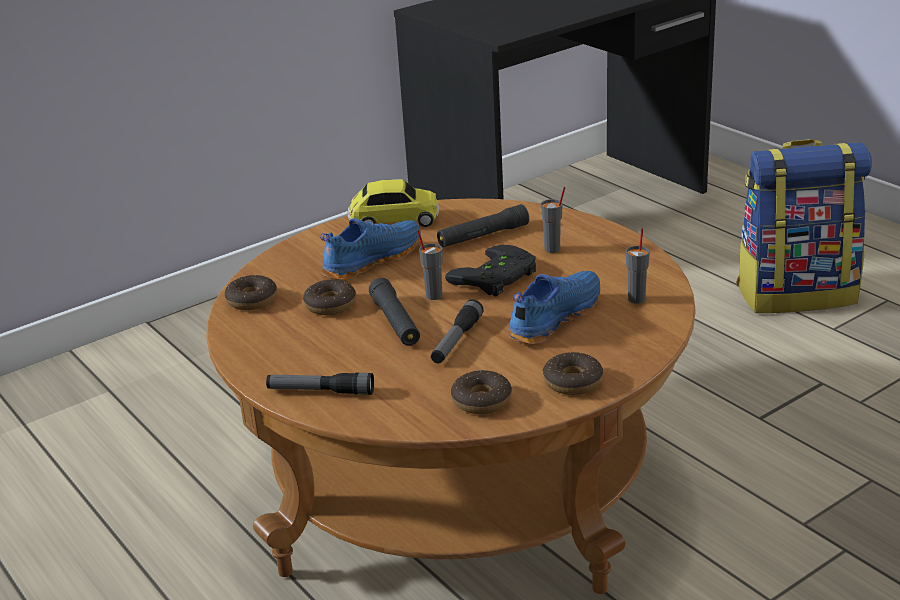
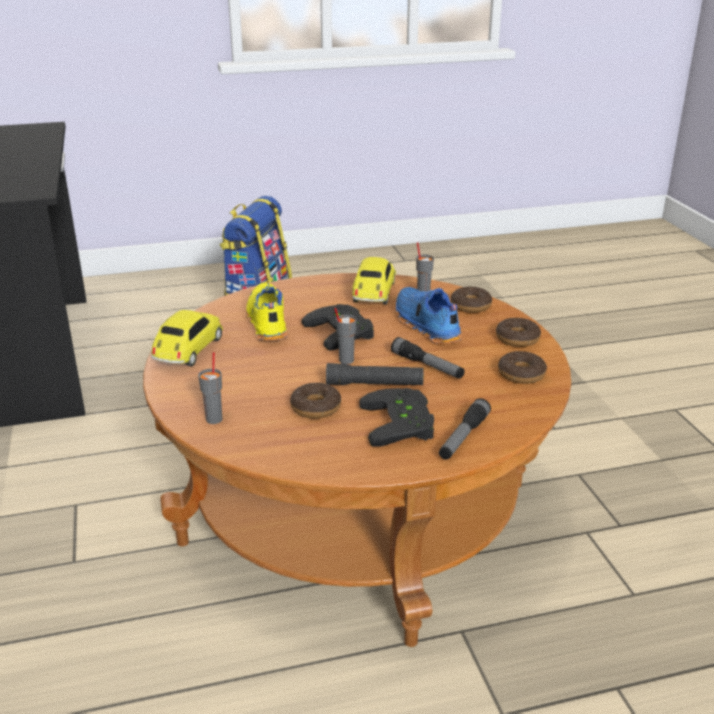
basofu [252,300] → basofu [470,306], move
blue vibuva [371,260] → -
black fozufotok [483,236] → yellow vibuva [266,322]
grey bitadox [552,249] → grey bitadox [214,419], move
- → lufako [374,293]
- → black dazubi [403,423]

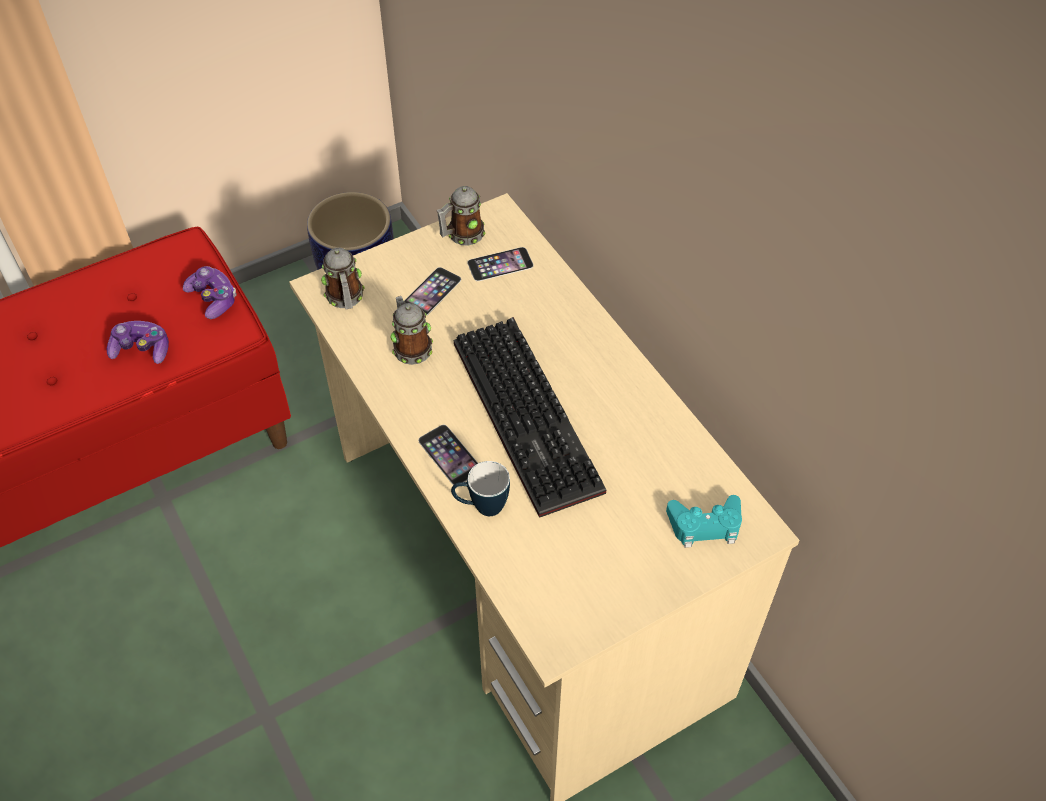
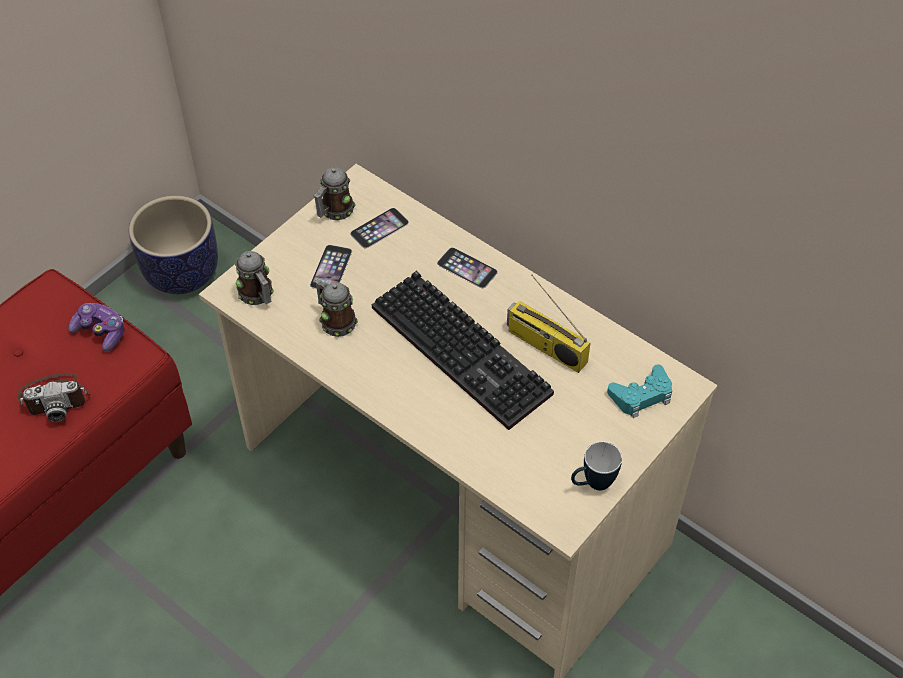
dazubi [142,349] → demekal [55,397]
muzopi [449,455] → muzopi [467,268], move
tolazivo [481,507] → tolazivo [592,484], move
- → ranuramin [545,346]

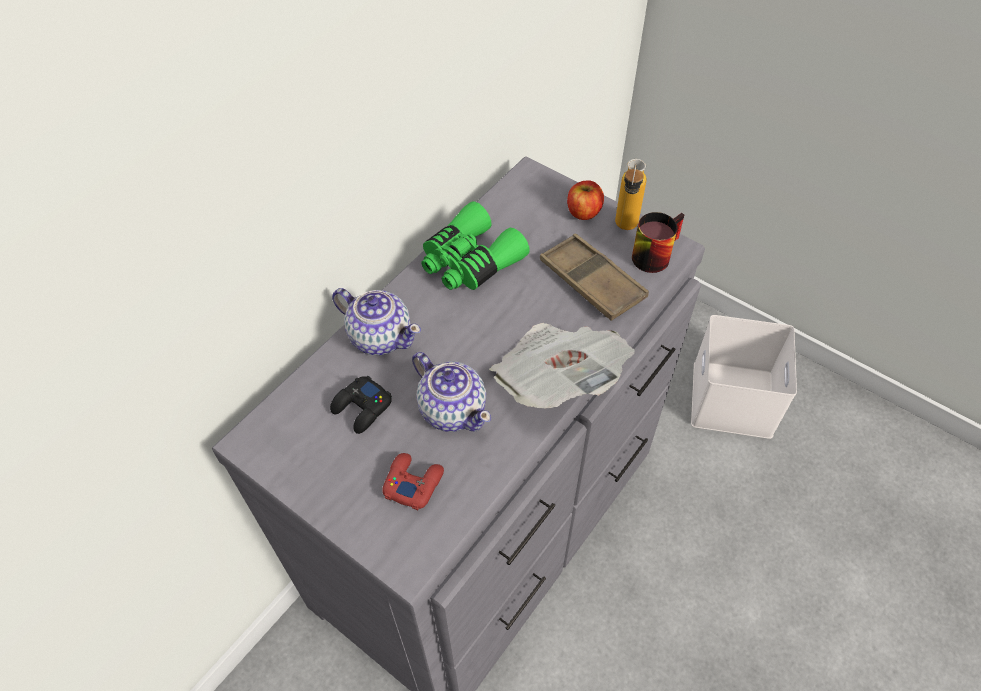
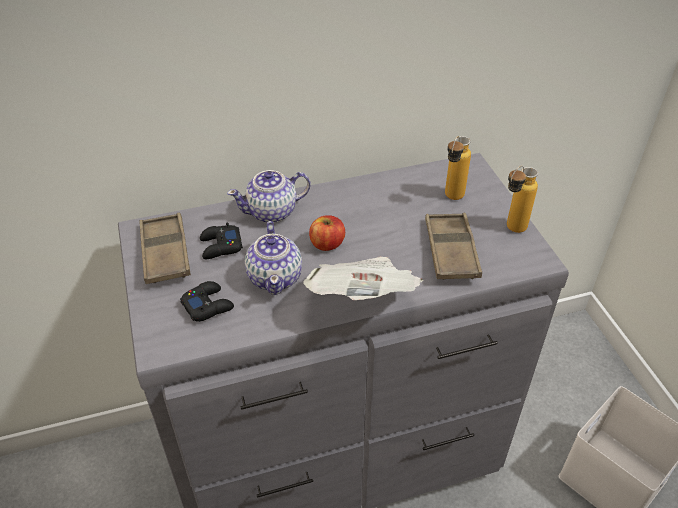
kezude [380,336] → kezude [272,212], 90 degrees clockwise
red dazubi [413,483] → black dazubi [208,305]
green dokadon [469,261] → -
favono [583,212] → favono [327,244], move
tolazivo [652,253] → -
- → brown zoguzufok [165,253]
- → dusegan [451,199]

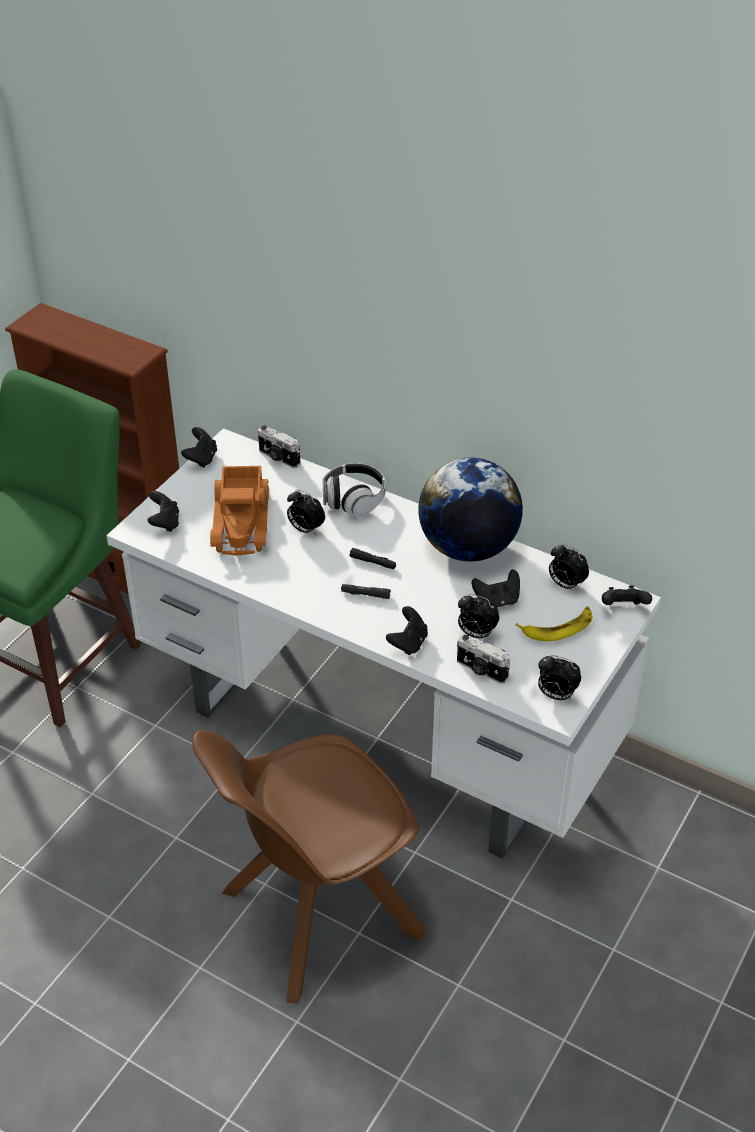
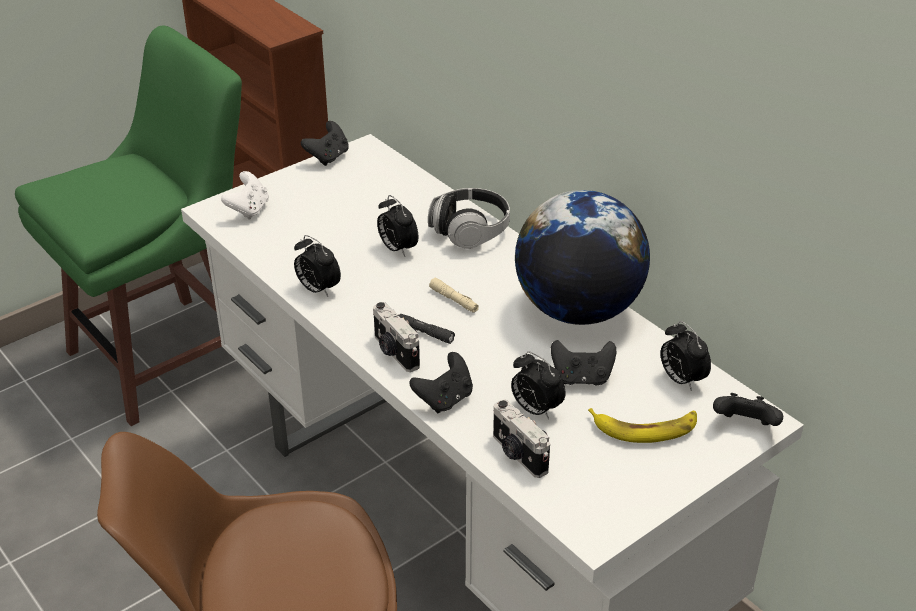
black dazubi [165,523] → white dazubi [249,210]
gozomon [243,521] → -
demekal [278,458] → demekal [394,352], move
black fozufotok [373,562] → beige fozufotok [454,300]
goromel [556,695] → goromel [317,289], move

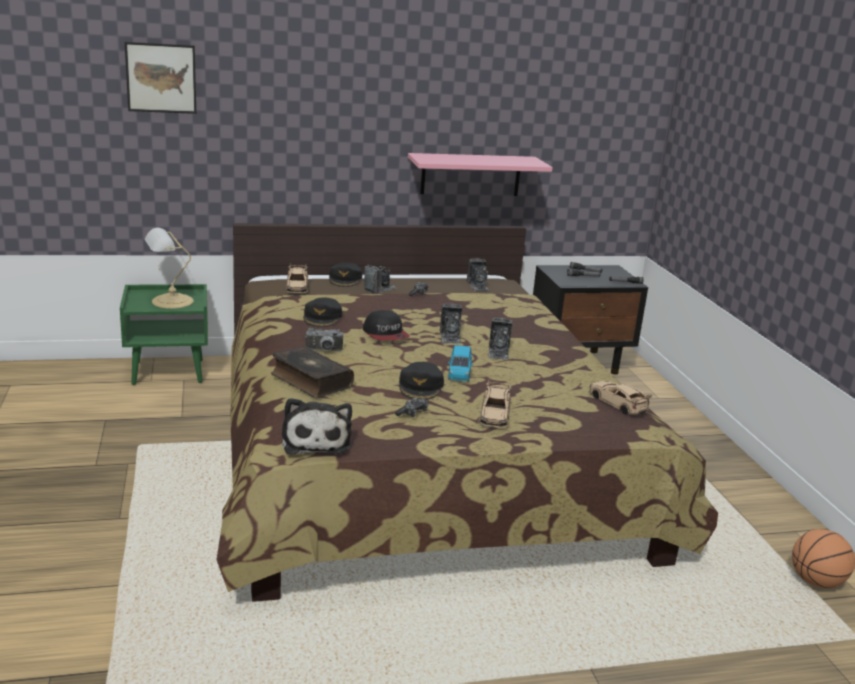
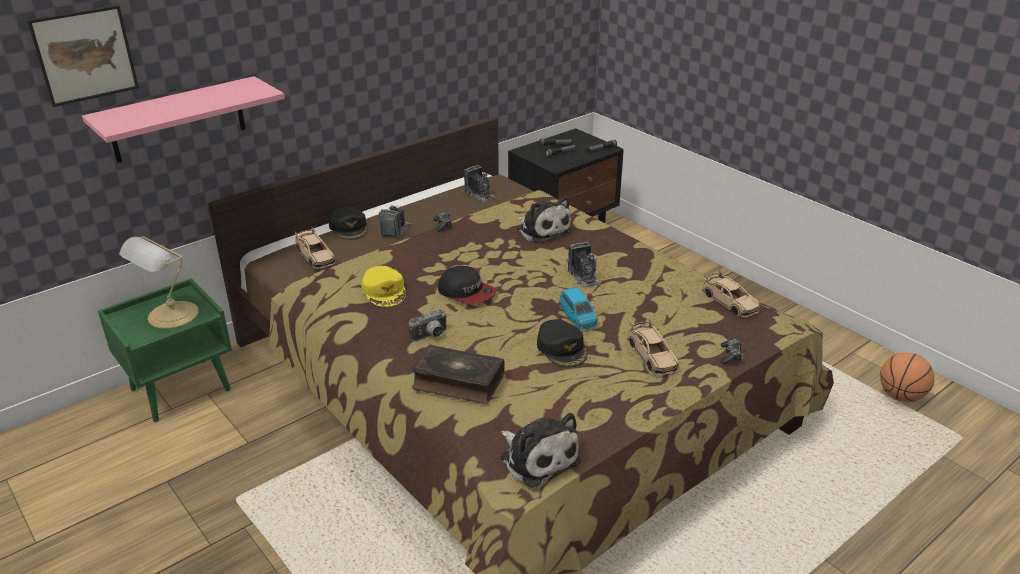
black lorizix [322,317] → yellow lorizix [384,291]
dazubi [412,413] → dazubi [731,355], move
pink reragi [471,174] → pink reragi [178,120], move
demekal [450,337] → -
beige lufako [617,403] → beige lufako [729,302], 150 degrees counterclockwise
- → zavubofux [542,230]

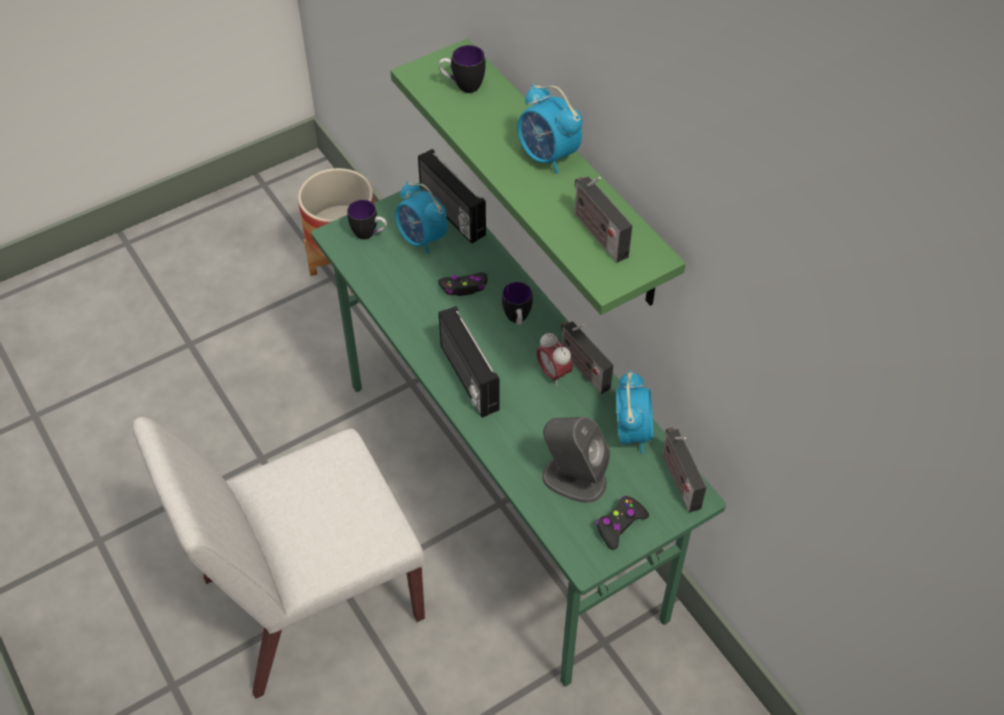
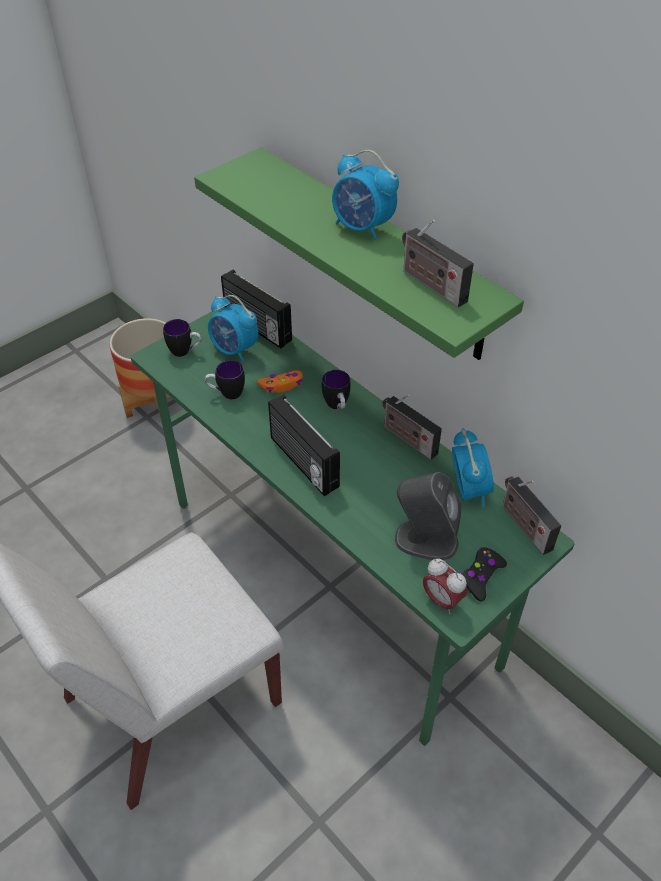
black dazubi [464,287] → orange dazubi [282,385]
tolazivo [462,86] → tolazivo [226,394], move
goromel [553,373] → goromel [442,600], move

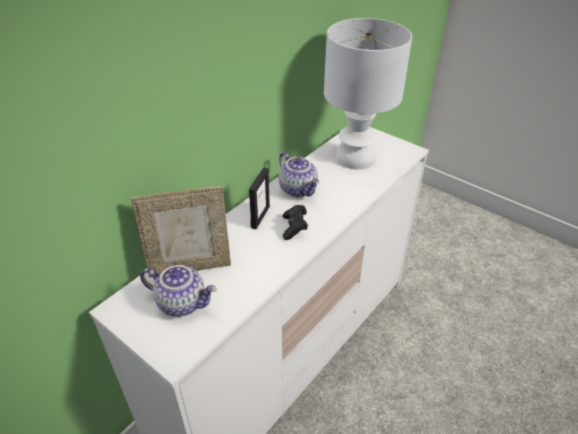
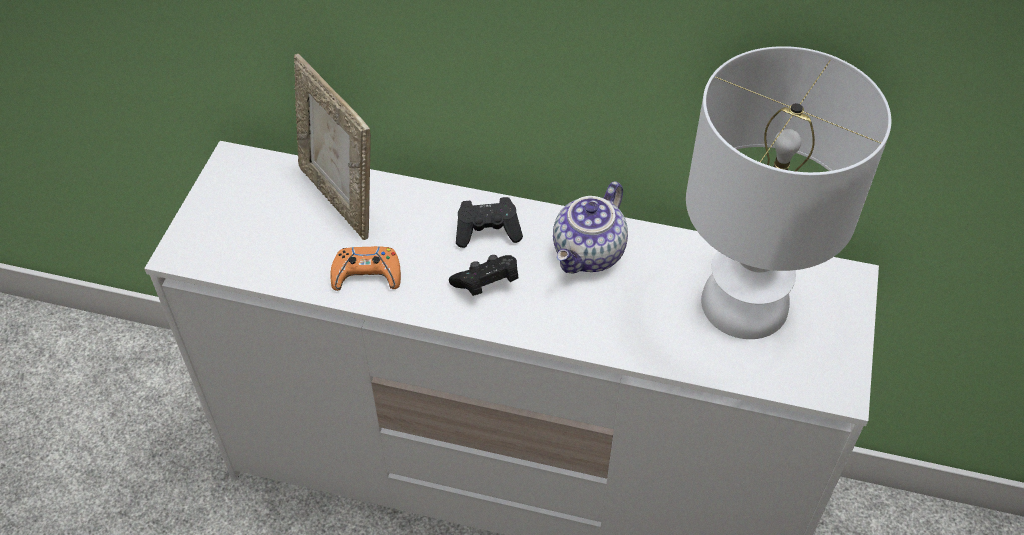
kezude [183,302] → -
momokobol [260,217] → black dazubi [488,231]
- → orange dazubi [367,275]

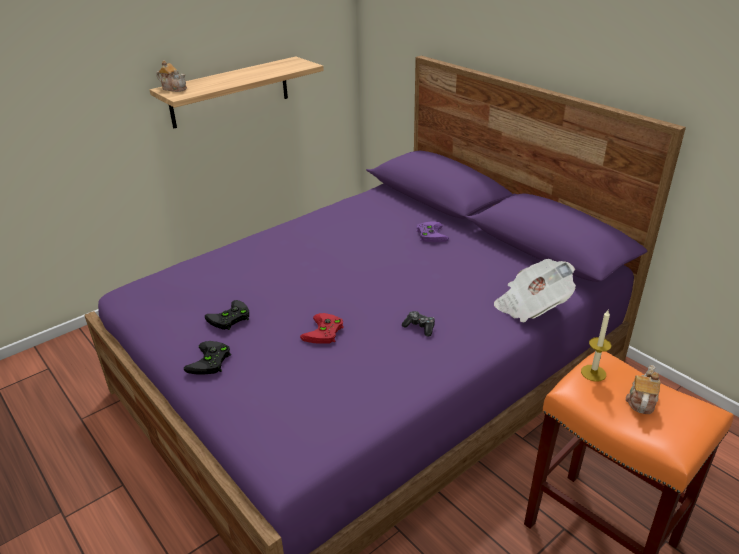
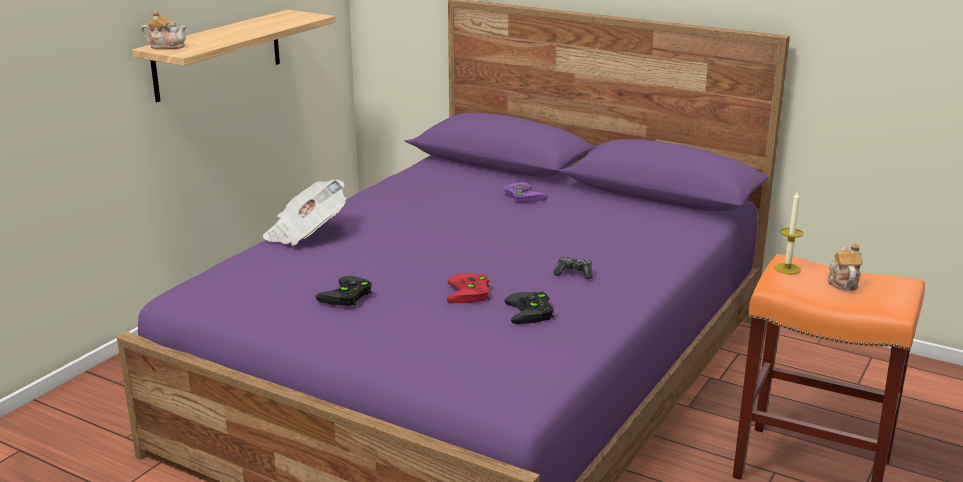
black dazubi [210,362] → black dazubi [532,312], move
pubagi [531,306] → pubagi [306,233], move

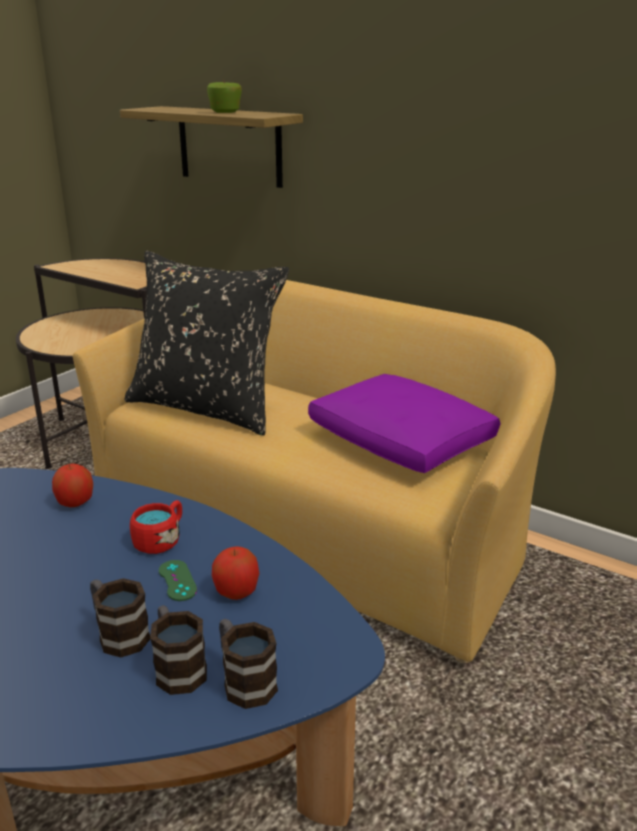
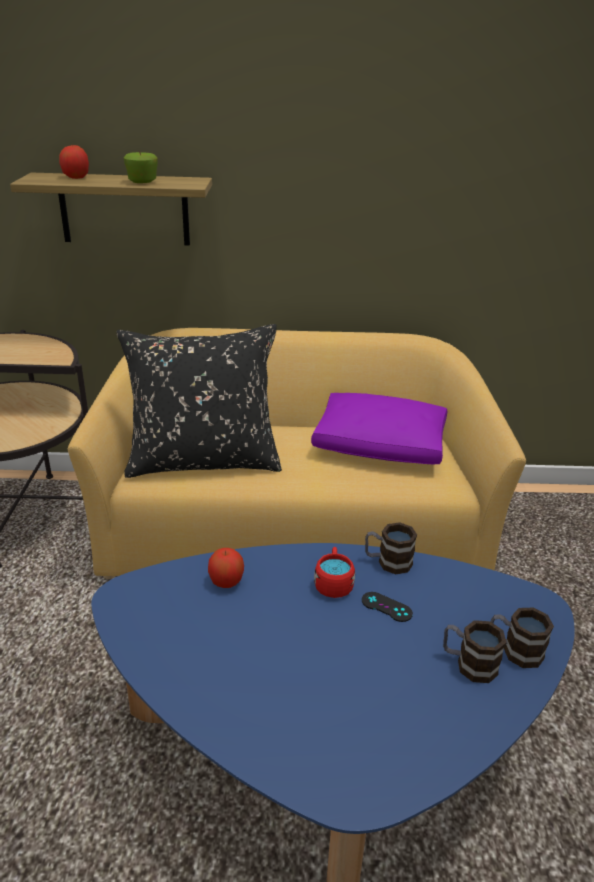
tolazivo [118,634] → tolazivo [387,562], move
green dazubi [177,580] → black dazubi [386,607]
favono [237,592] → favono [76,177], move

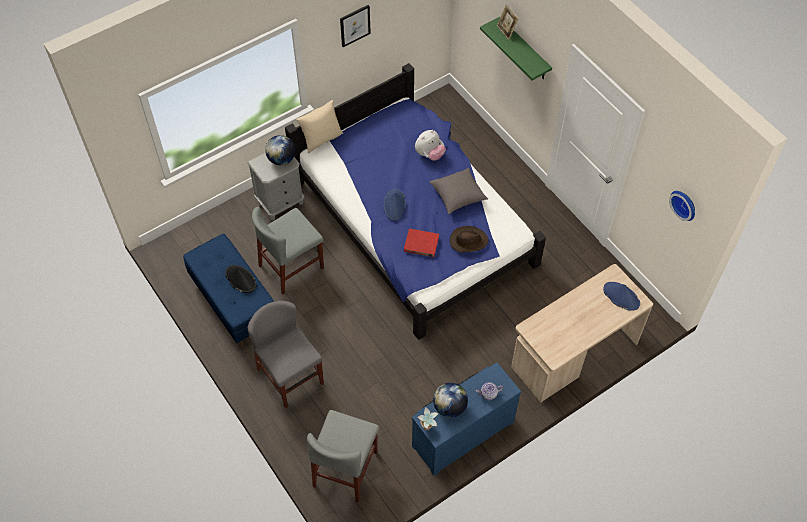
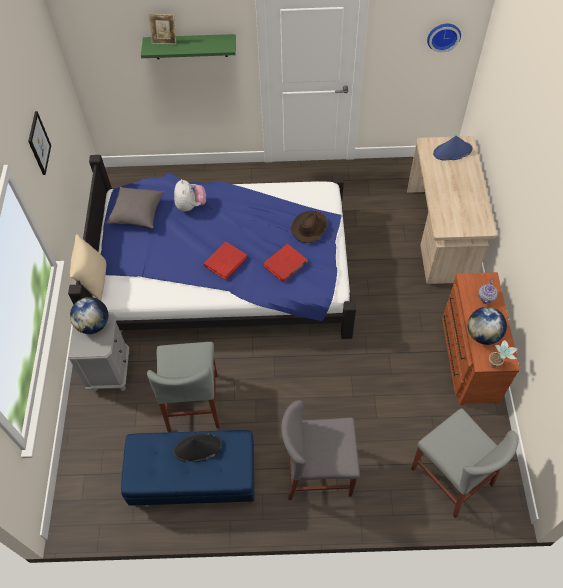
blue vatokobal [394,205] → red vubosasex [225,261]
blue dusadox [461,432] → brown dusadox [467,357]
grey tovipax [458,196] → grey tovipax [137,214], move

